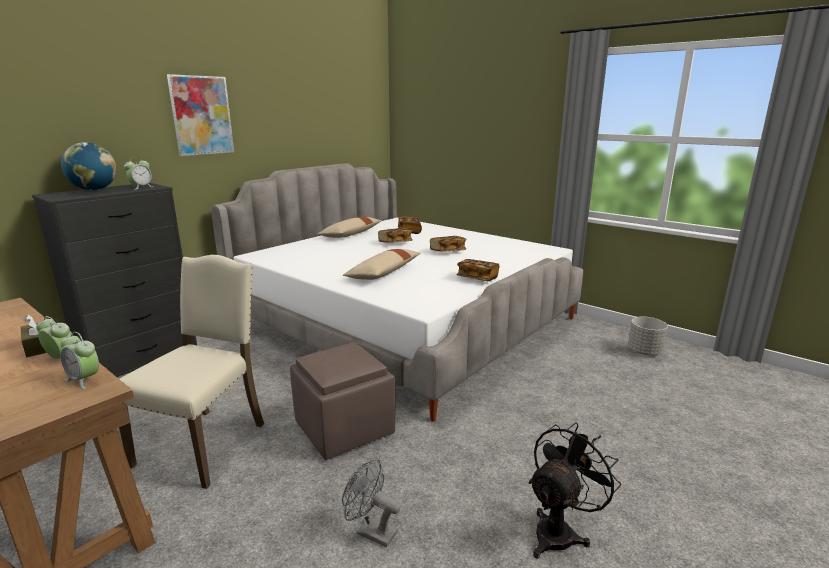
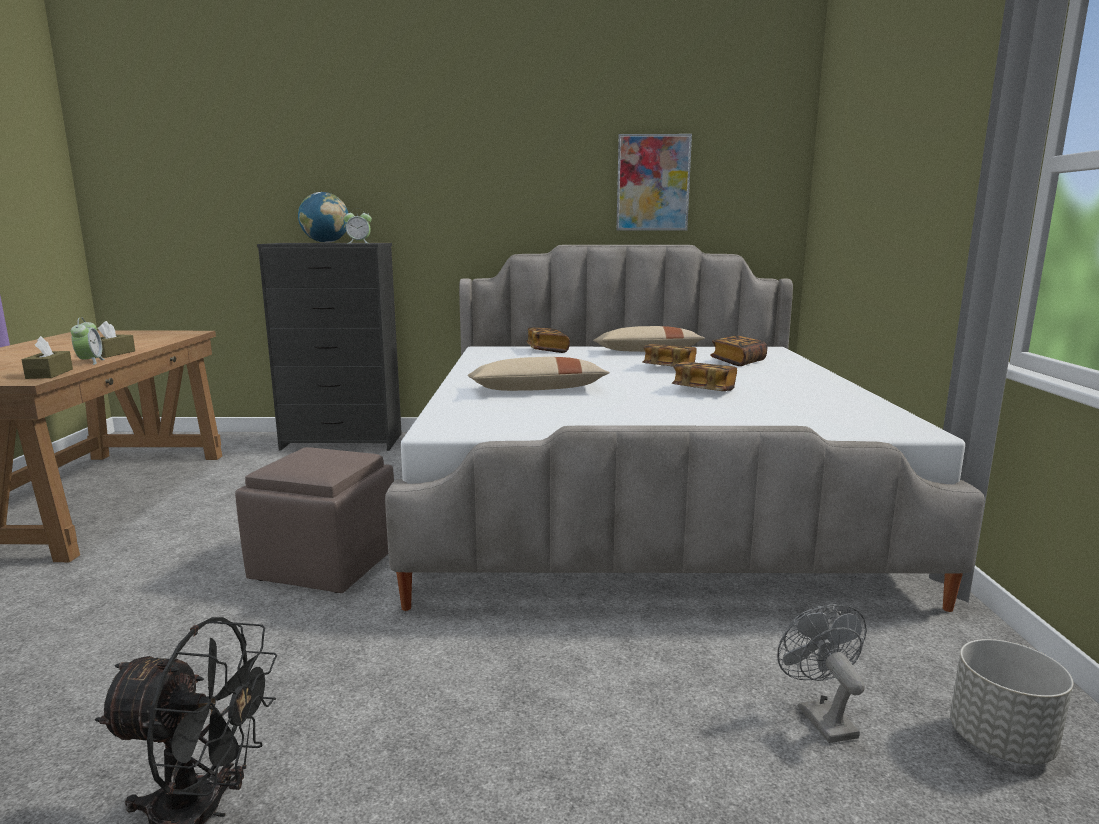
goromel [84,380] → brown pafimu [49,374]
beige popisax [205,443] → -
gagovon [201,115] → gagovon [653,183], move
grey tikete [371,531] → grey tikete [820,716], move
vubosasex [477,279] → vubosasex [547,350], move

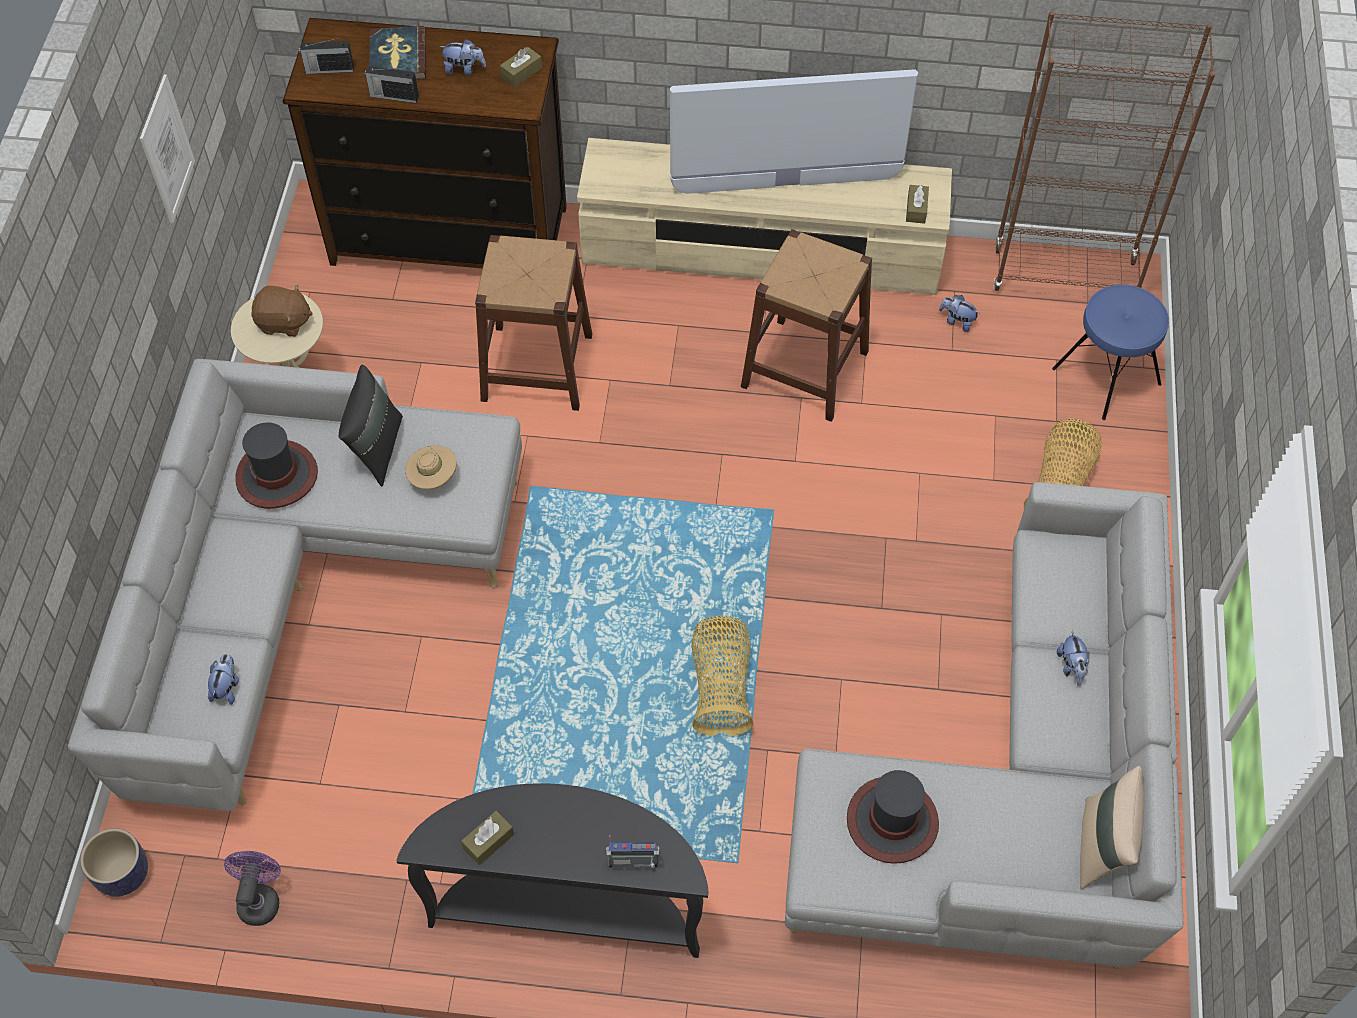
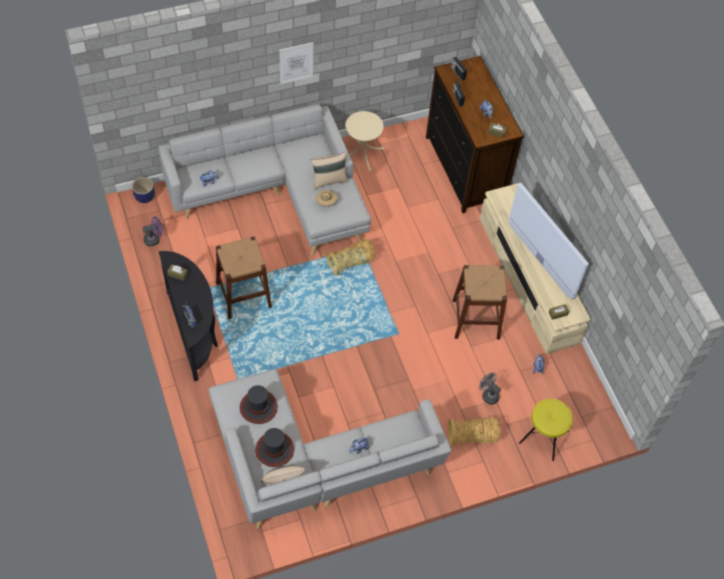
gagovon [167,149] → gagovon [296,63], move
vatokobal [277,475] → vatokobal [274,449], move
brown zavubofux [284,322] → -
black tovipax [376,449] → beige tovipax [329,180]
vubosasex [397,57] → -
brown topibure [537,367] → brown topibure [244,295], move
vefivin [721,686] → vefivin [351,263], move
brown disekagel [1065,275] → -
blue topibure [1107,376] → yellow topibure [544,437]
- → grey tikete [488,395]

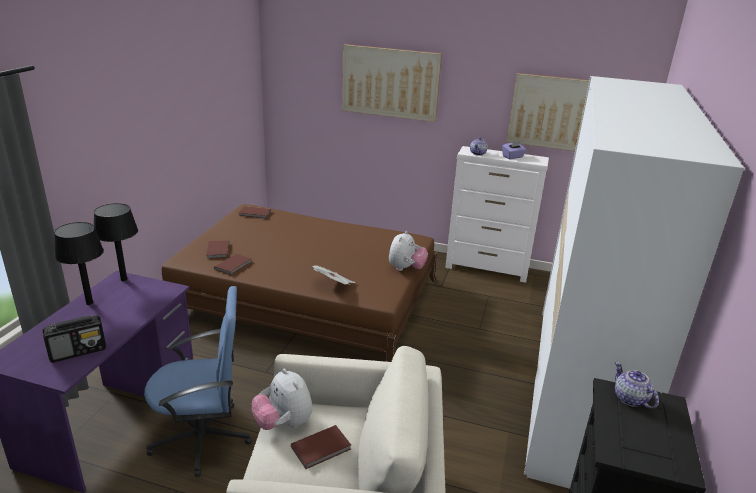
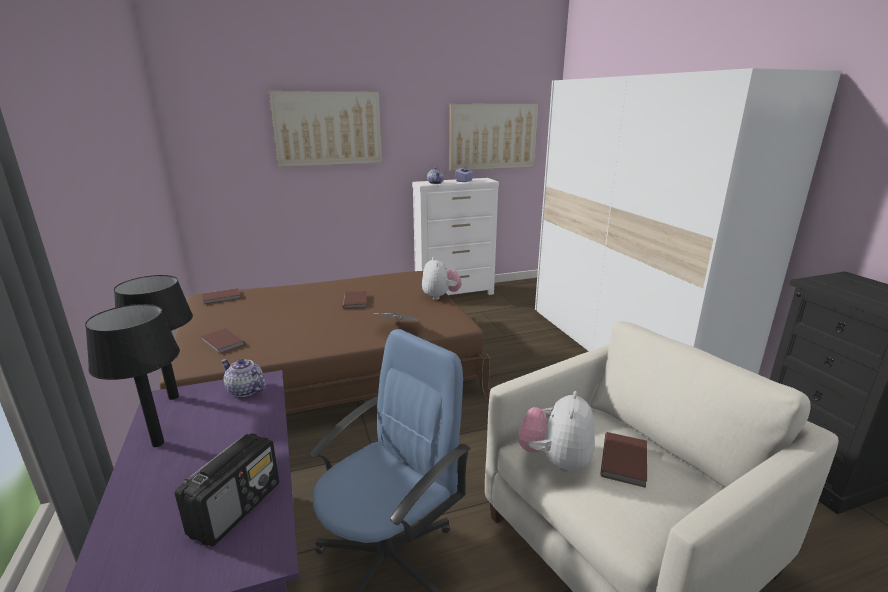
brown vubosasex [234,265] → brown vubosasex [356,301], move
zavubofux [283,423] → zavubofux [555,460], 90 degrees clockwise
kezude [630,399] → kezude [245,390], move

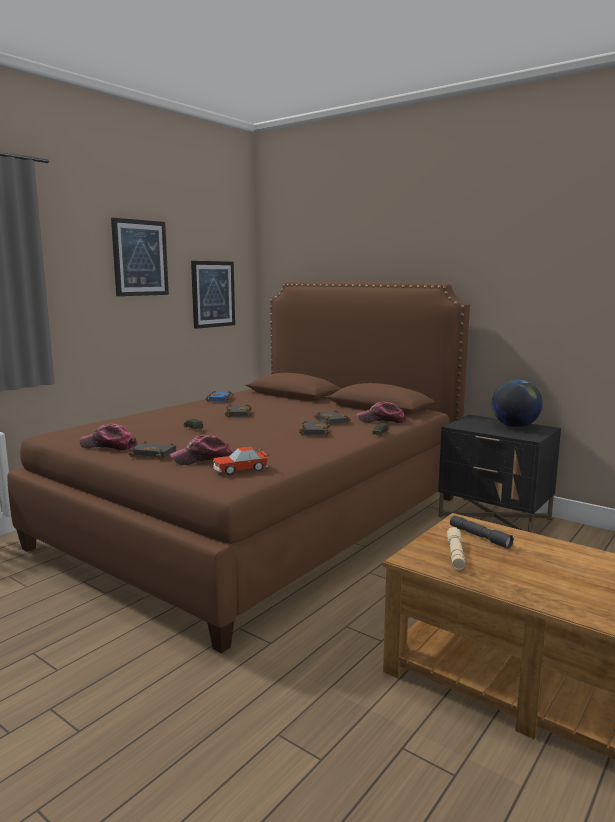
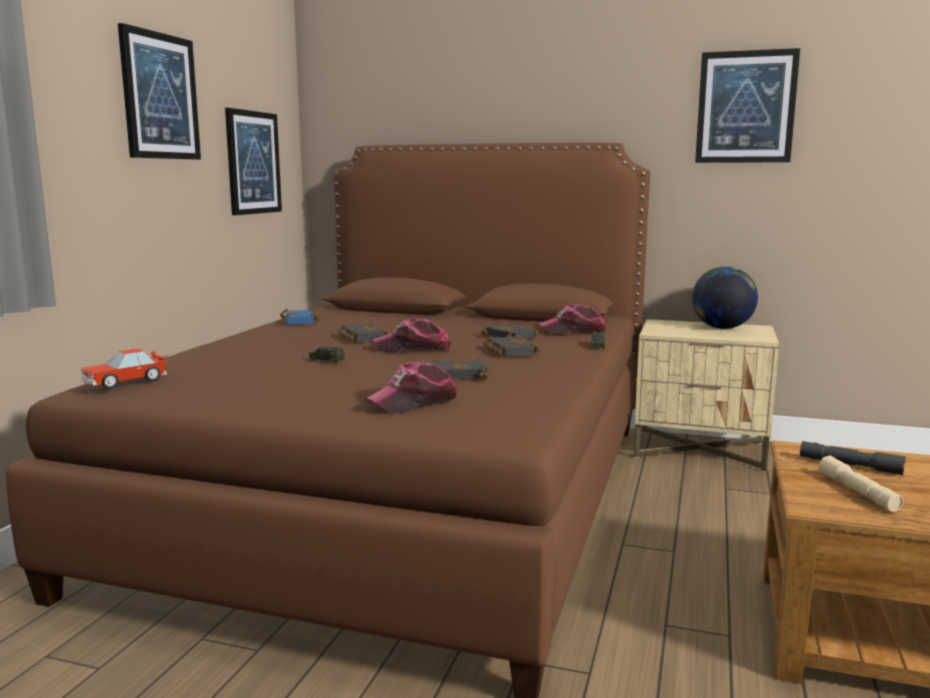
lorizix [109,446] → lorizix [413,348], move
black vubosasex [154,454] → black vubosasex [460,375], move
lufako [240,470] → lufako [125,382], move
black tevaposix [495,518] → beige tevaposix [700,450]
- → gagovon [745,107]

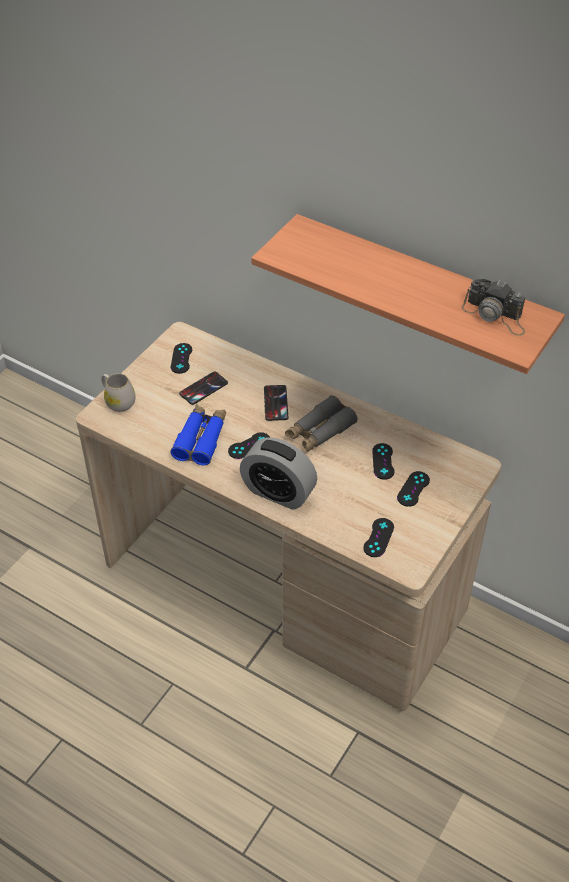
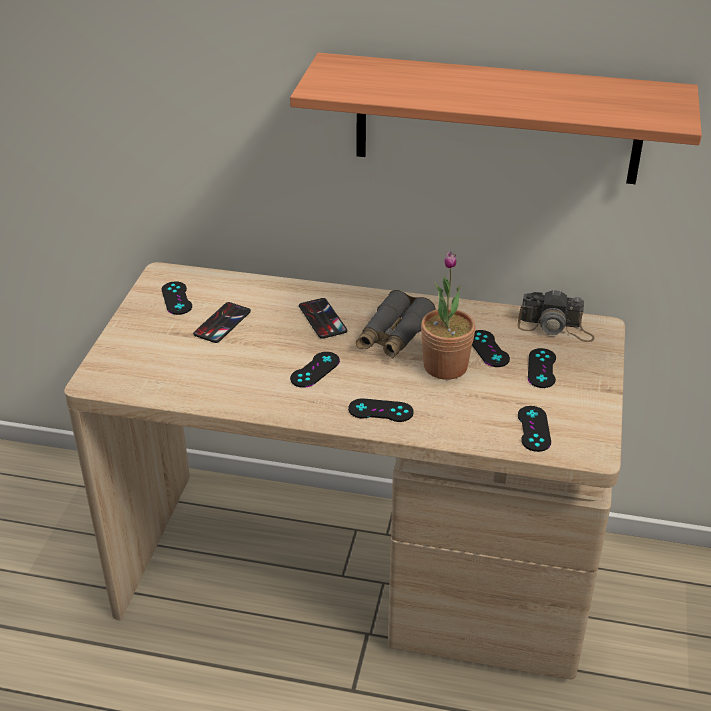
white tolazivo [118,401] → -
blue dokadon [201,439] → -
goromel [278,492] → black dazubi [380,411]
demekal [495,315] → demekal [556,327], move
- → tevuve [445,366]

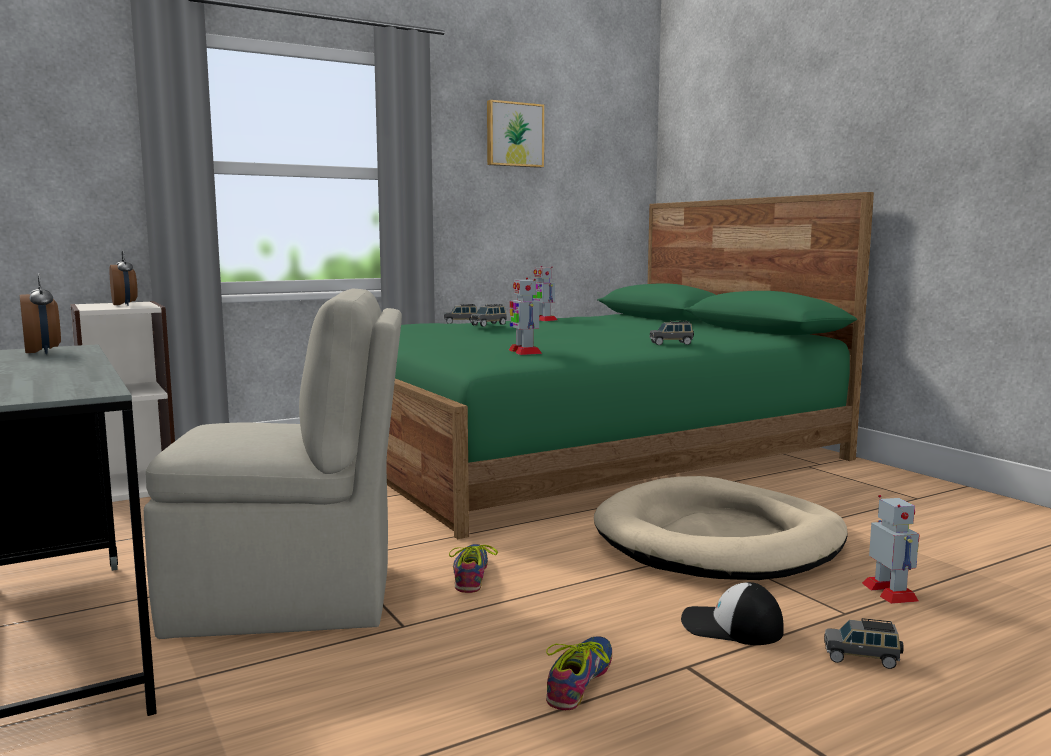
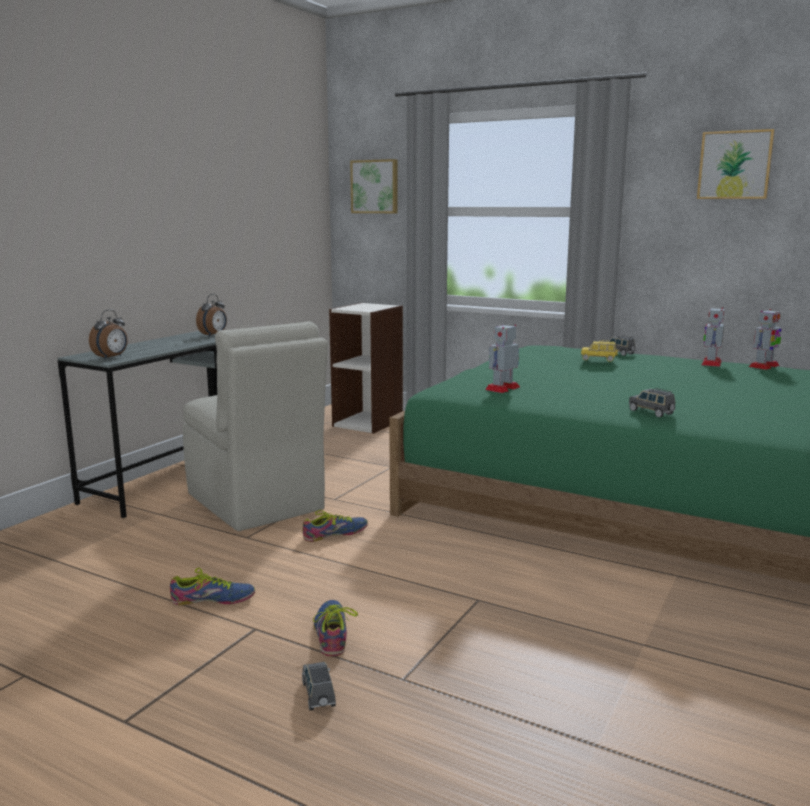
goromel [125,305] → goromel [112,357], move
grey lufako [489,325] → yellow lufako [598,359]
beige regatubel [719,539] → -
lorizix [730,626] → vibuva [331,633]
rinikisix [890,592] → rinikisix [764,366], move
- → gagovon [375,186]

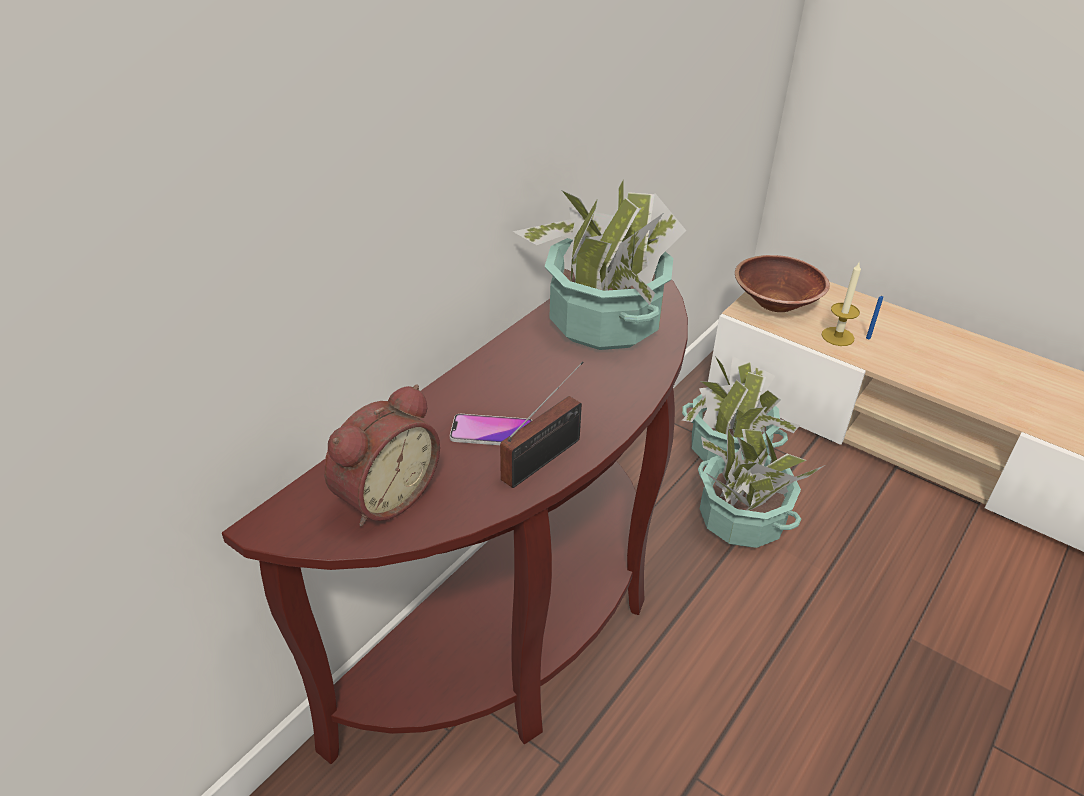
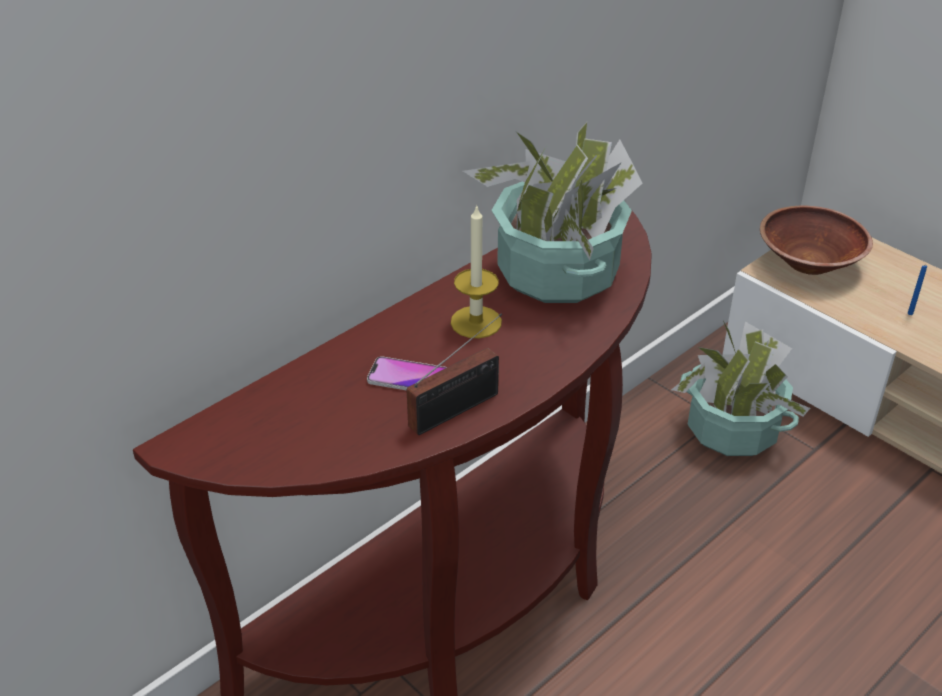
goromel [383,495] → -
tevuve [741,520] → -
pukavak [837,336] → pukavak [476,322], move

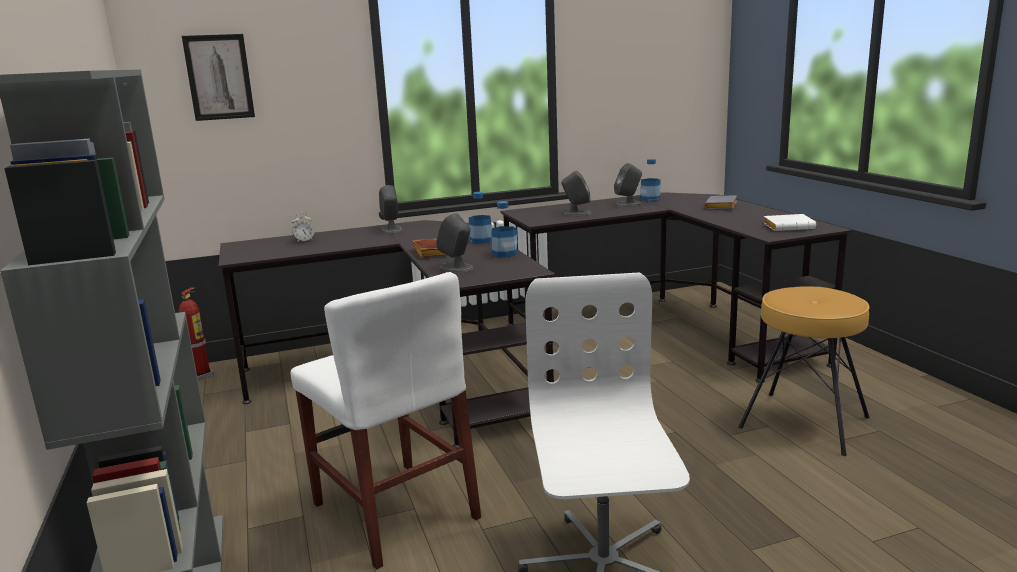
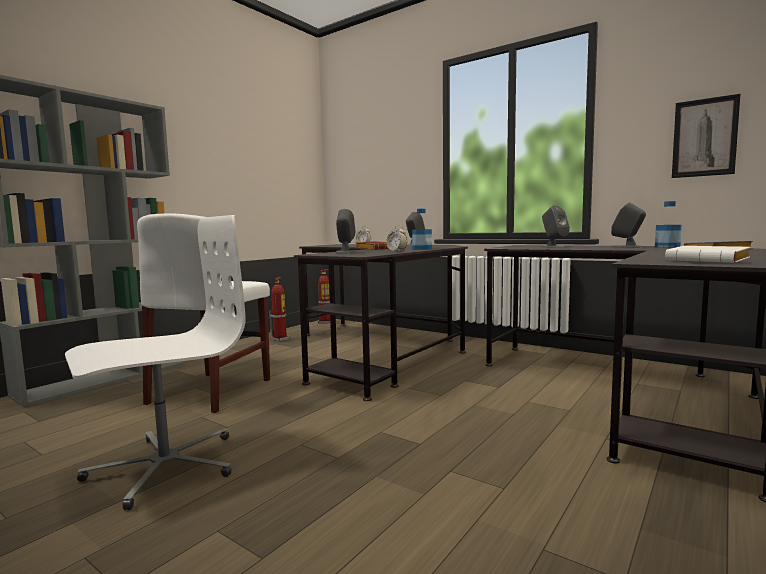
gagovon [219,77] → gagovon [704,137], move
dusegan [504,254] → goromel [397,251]
brown topibure [804,423] → -
- → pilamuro [280,339]

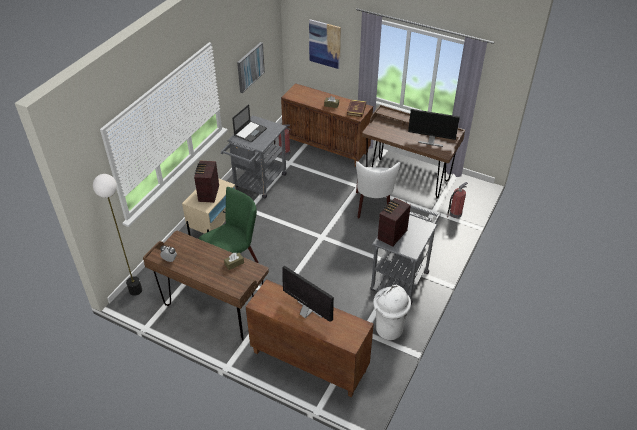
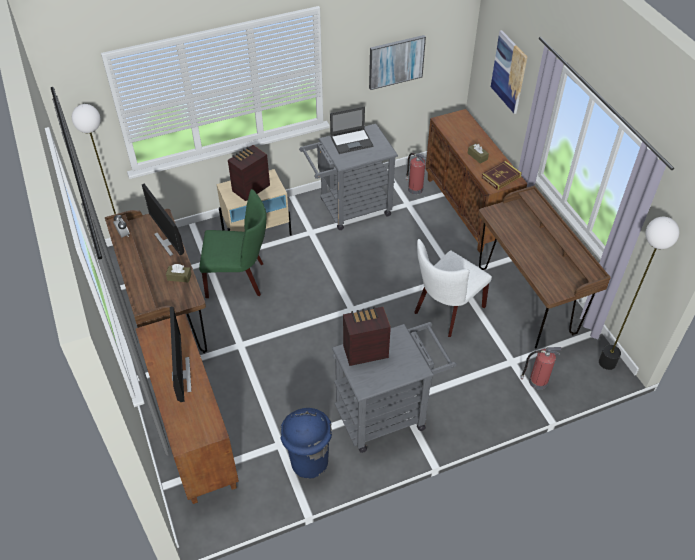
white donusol [388,329] → blue donusol [308,461]
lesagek [431,141] → lesagek [169,241], move
- → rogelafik [607,362]

